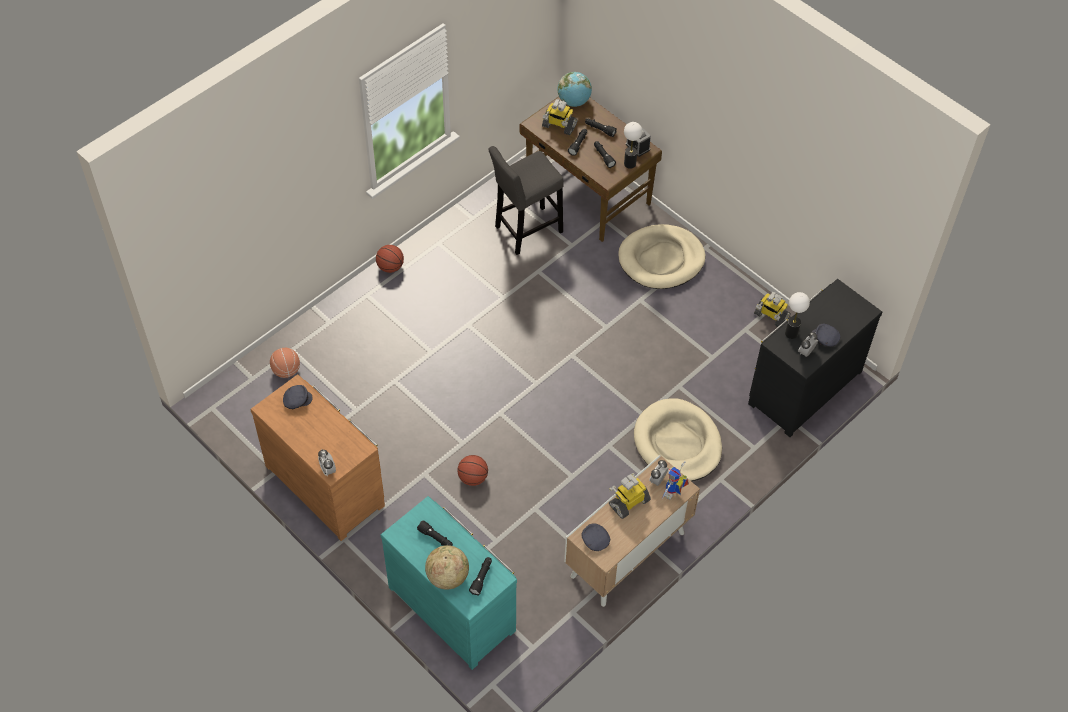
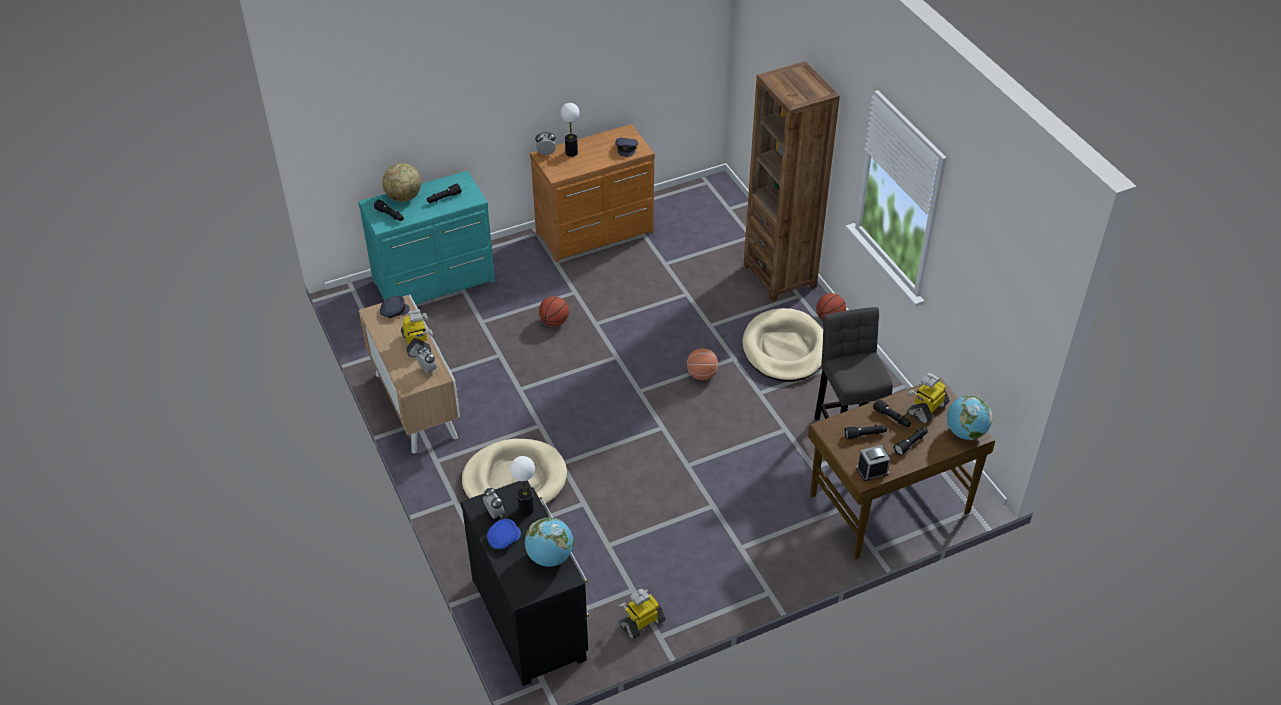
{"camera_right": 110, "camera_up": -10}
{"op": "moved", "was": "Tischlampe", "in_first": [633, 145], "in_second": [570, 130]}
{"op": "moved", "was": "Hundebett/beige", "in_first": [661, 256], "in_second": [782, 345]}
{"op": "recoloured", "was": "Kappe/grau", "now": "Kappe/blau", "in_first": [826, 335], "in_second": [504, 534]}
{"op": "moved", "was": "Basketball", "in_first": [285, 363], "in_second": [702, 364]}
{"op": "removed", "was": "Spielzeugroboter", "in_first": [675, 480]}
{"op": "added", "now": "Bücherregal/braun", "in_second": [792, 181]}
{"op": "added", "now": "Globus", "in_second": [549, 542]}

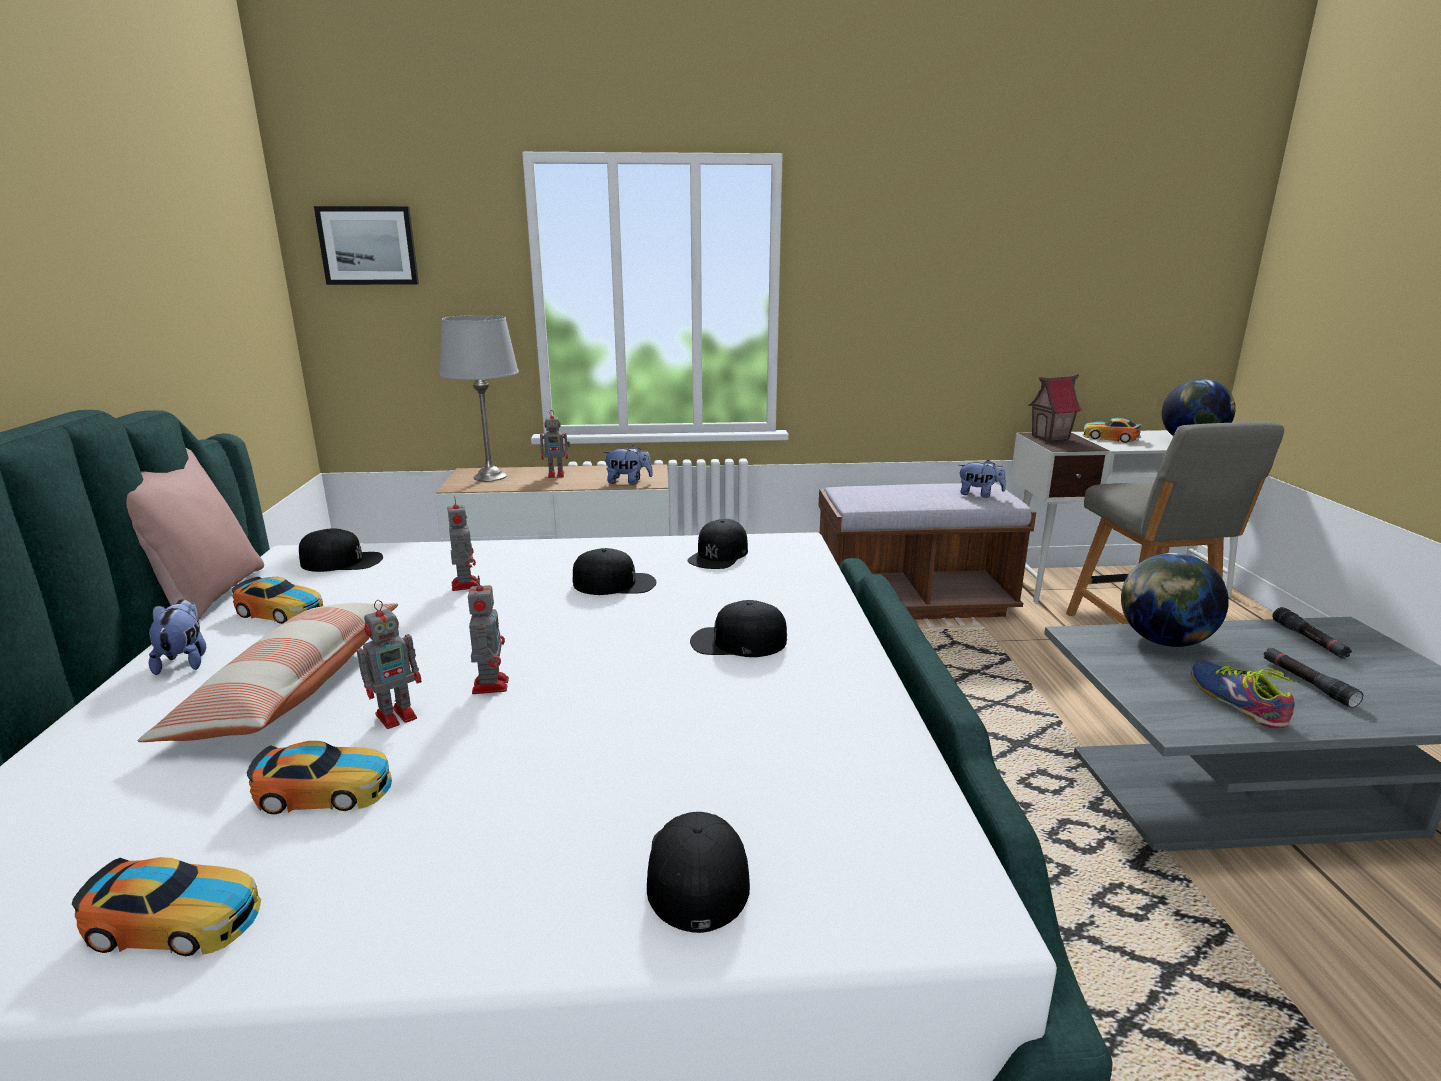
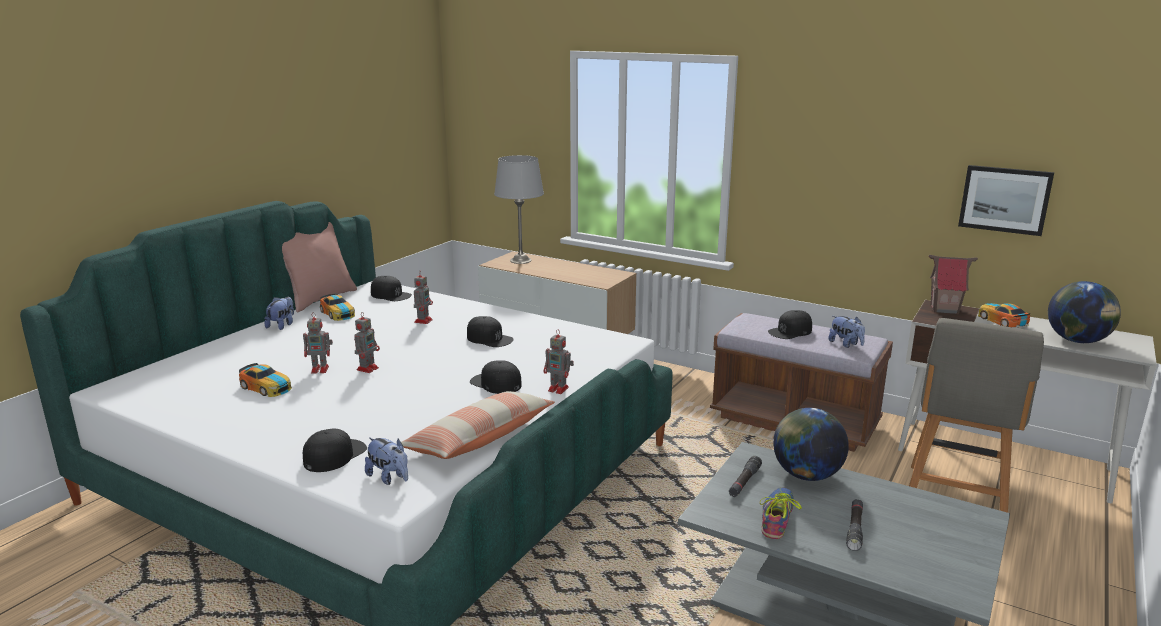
{"camera_right": 35, "camera_up": 0}
{"op": "moved", "was": "Bild", "in_first": [366, 245], "in_second": [1006, 200]}
{"op": "moved", "was": "Spielzeugroboter", "in_first": [555, 445], "in_second": [559, 361]}
{"op": "moved", "was": "Plüschtier", "in_first": [628, 465], "in_second": [386, 461]}
{"op": "moved", "was": "Kappe/schwarz", "in_first": [717, 544], "in_second": [790, 324]}
{"op": "moved", "was": "Kissen", "in_first": [268, 672], "in_second": [478, 425]}
{"op": "moved", "was": "Taschenlampe/schwarz", "in_first": [1312, 633], "in_second": [745, 476]}
{"op": "removed", "was": "Spielzeugauto", "in_first": [166, 906]}

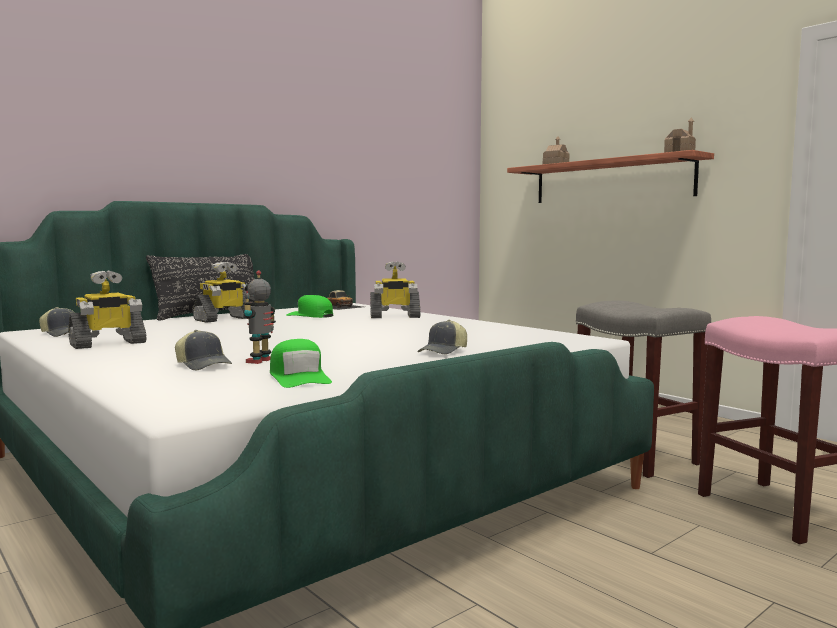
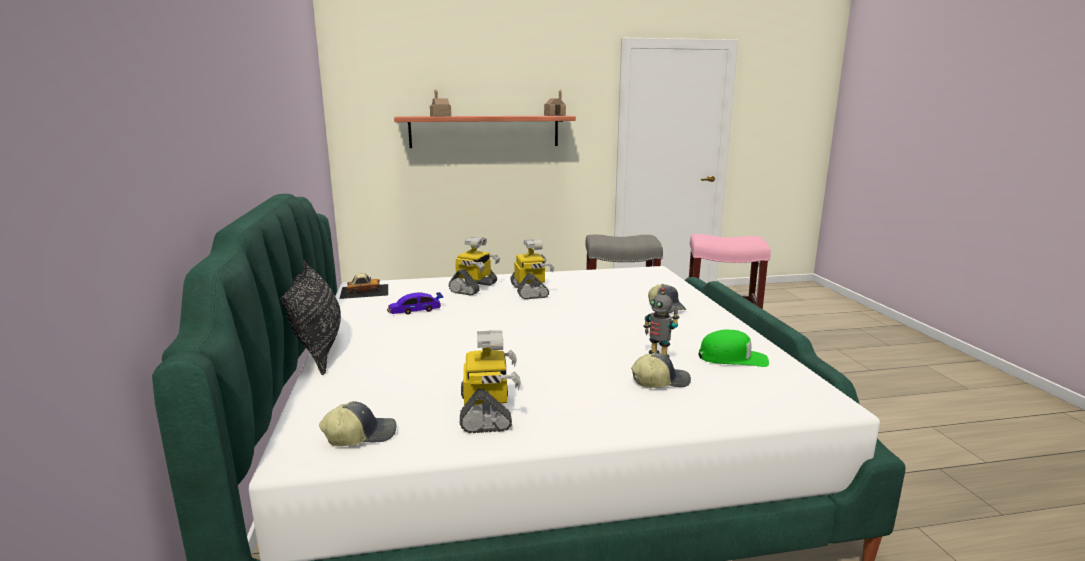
{"camera_right": -60, "camera_up": 10}
{"op": "moved", "was": "Spielzeugroboter", "in_first": [220, 292], "in_second": [532, 269]}
{"op": "replaced", "was": "Kappe/grün", "now": "Spielzeugauto", "in_first": [309, 306], "in_second": [415, 303]}

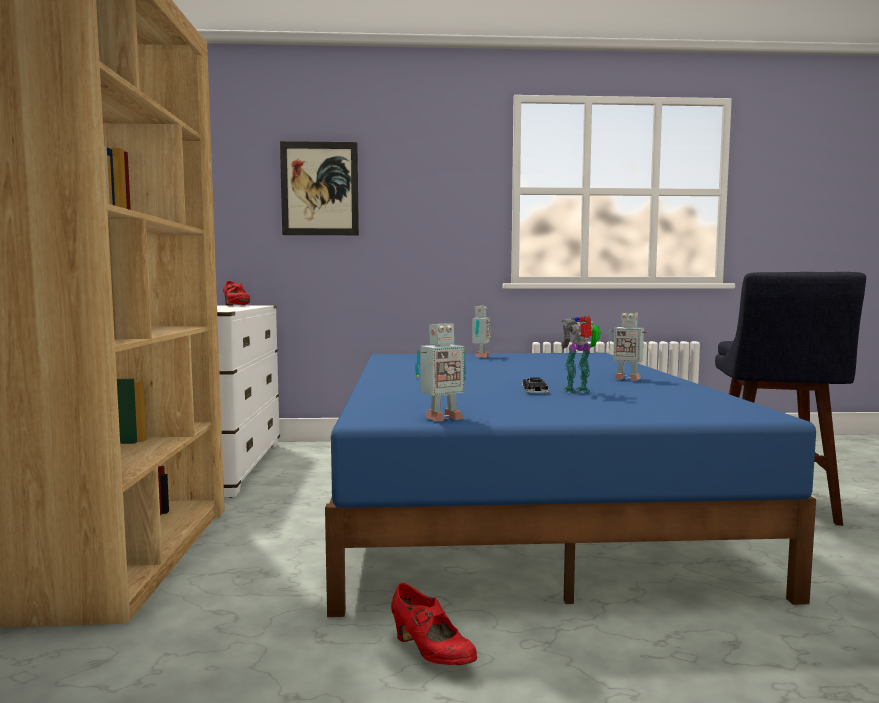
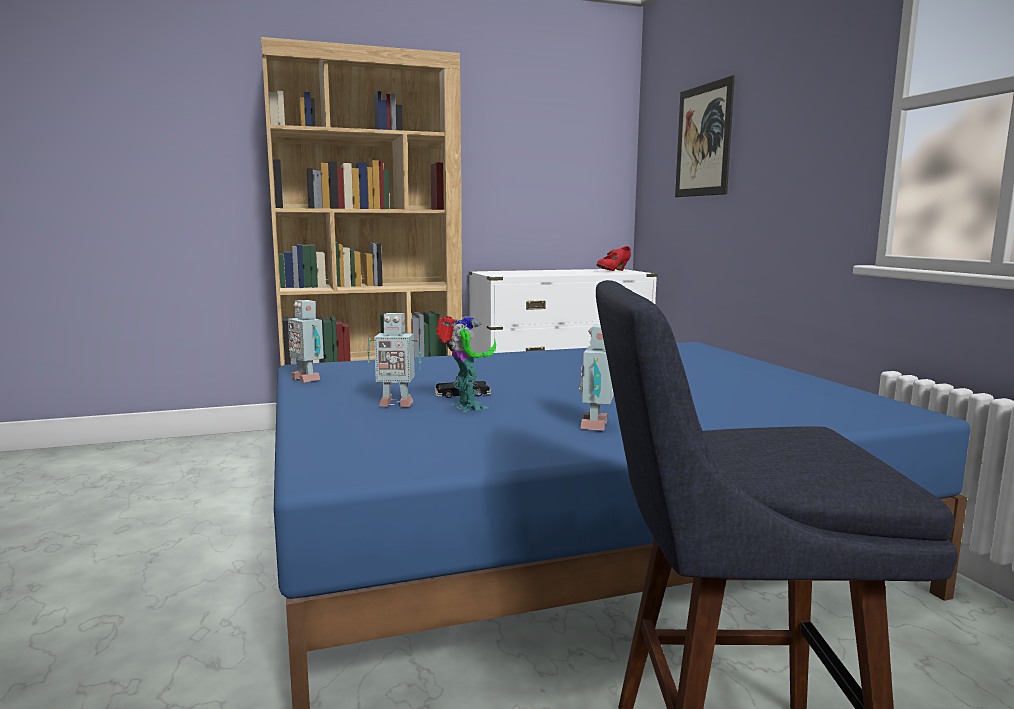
{"camera_right": 75, "camera_up": 5}
{"op": "moved", "was": "Spielzeugroboter", "in_first": [481, 332], "in_second": [394, 360]}
{"op": "removed", "was": "Schuh/rot", "in_first": [434, 624]}

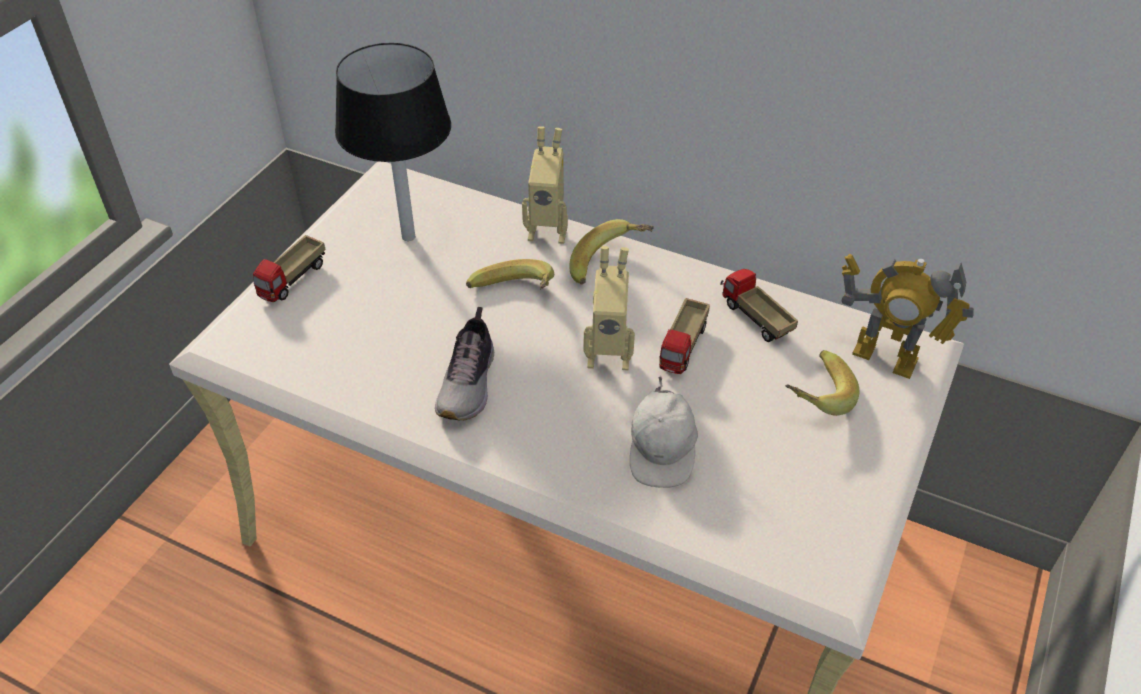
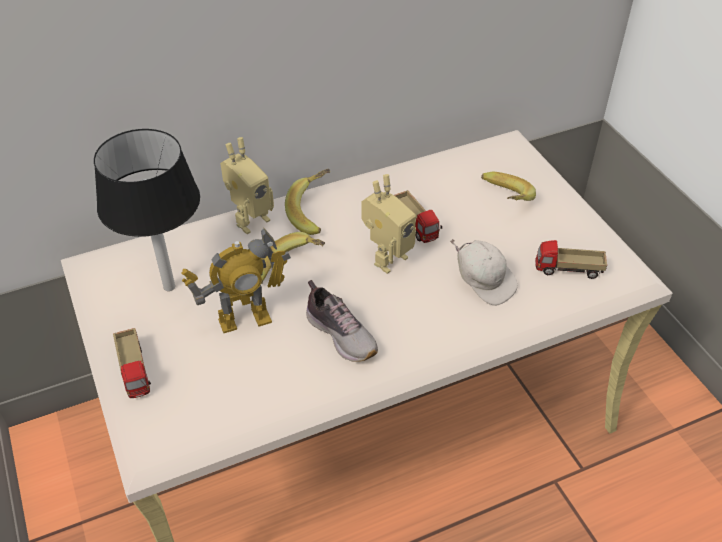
{"camera_right": -50, "camera_up": 0}
{"op": "moved", "was": "Spielzeugroboter", "in_first": [908, 316], "in_second": [236, 280]}
{"op": "moved", "was": "Spielzeuglaster", "in_first": [759, 305], "in_second": [571, 259]}

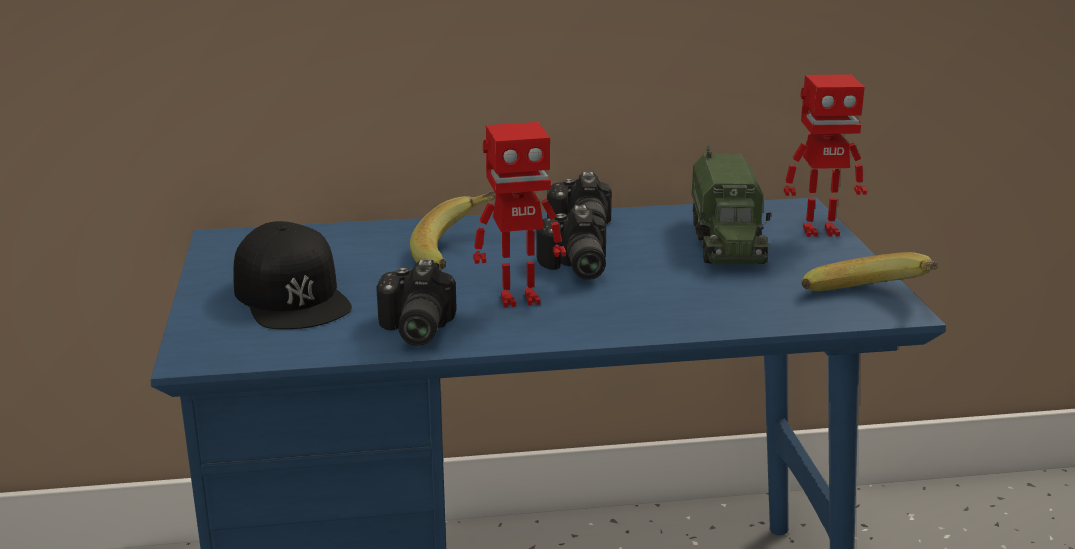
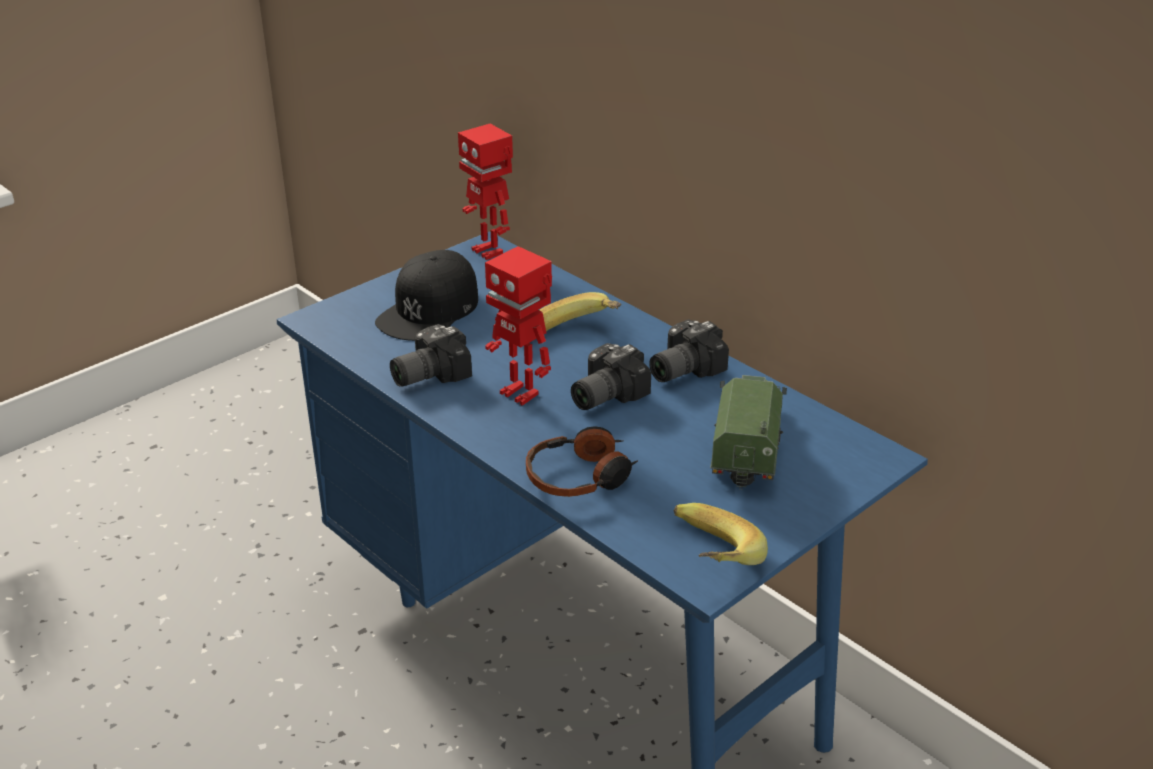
{"camera_right": 55, "camera_up": 10}
{"op": "moved", "was": "Spielzeugroboter", "in_first": [825, 155], "in_second": [485, 192]}
{"op": "turned", "was": "Spielzeuglaster", "in_first": [731, 205], "in_second": [748, 432], "clockwise": 135}
{"op": "added", "now": "Kopfhörer", "in_second": [582, 461]}

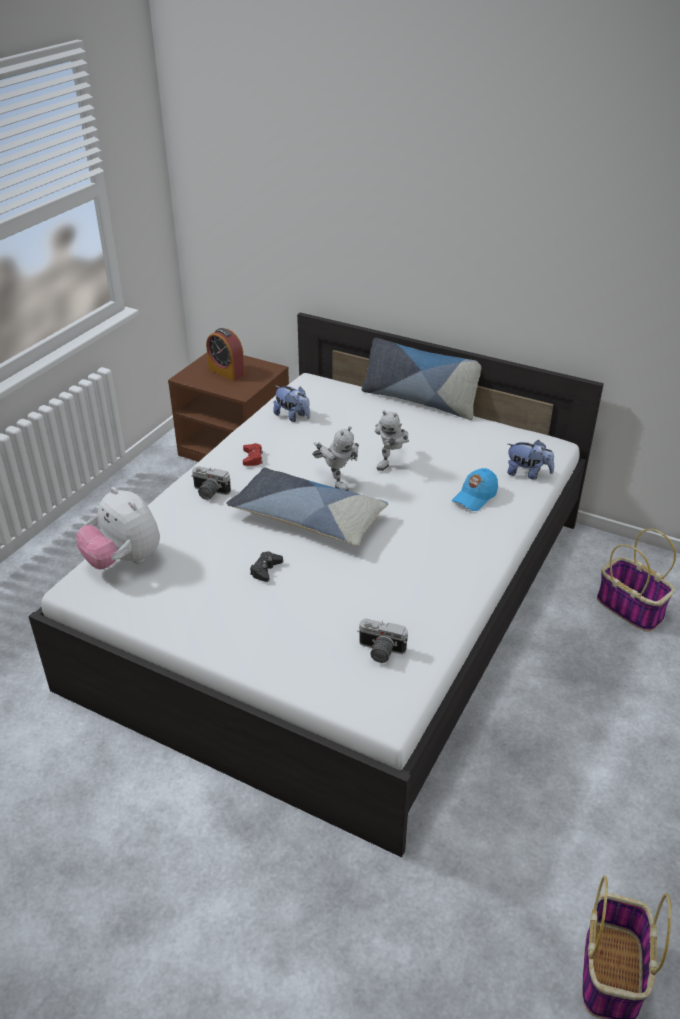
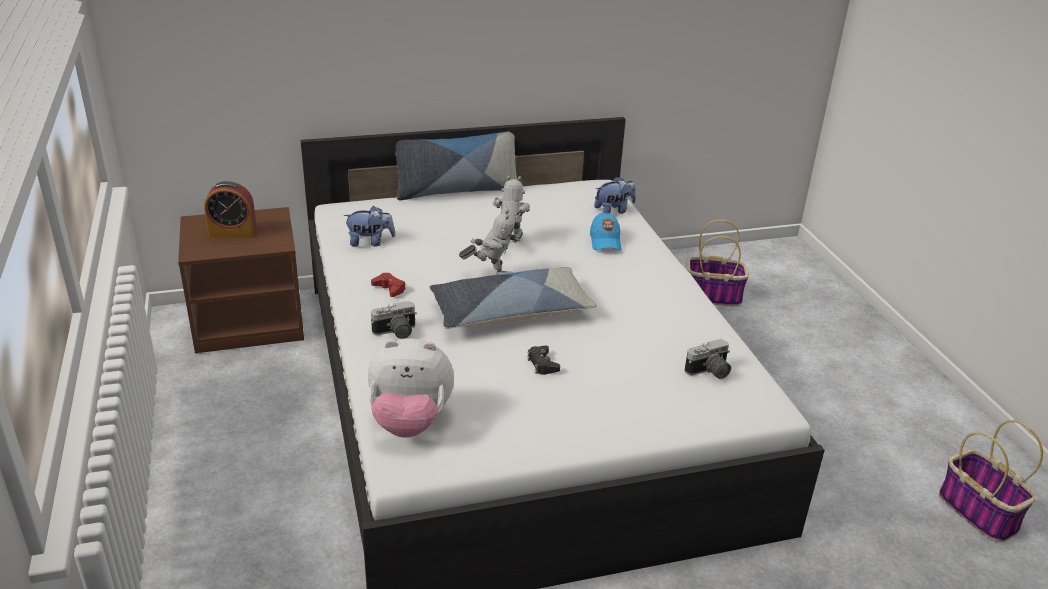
{"camera_right": -45, "camera_up": -5}
{"op": "turned", "was": "Spielzeugroboter", "in_first": [392, 441], "in_second": [511, 208], "clockwise": -150}

